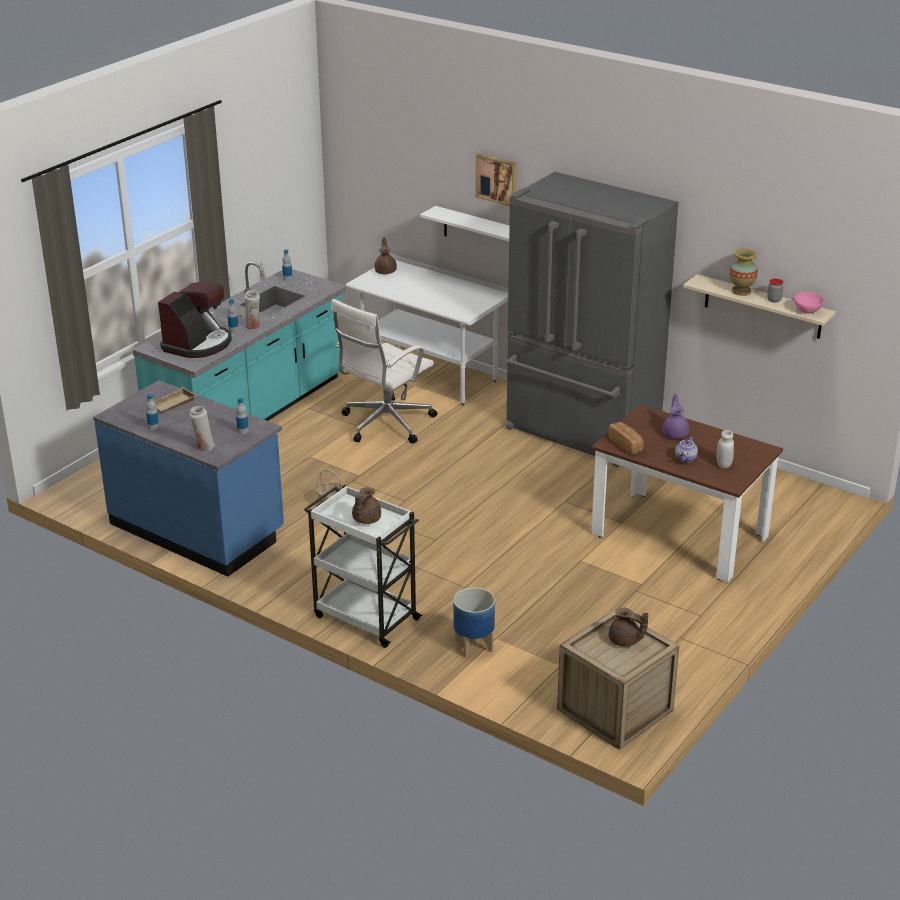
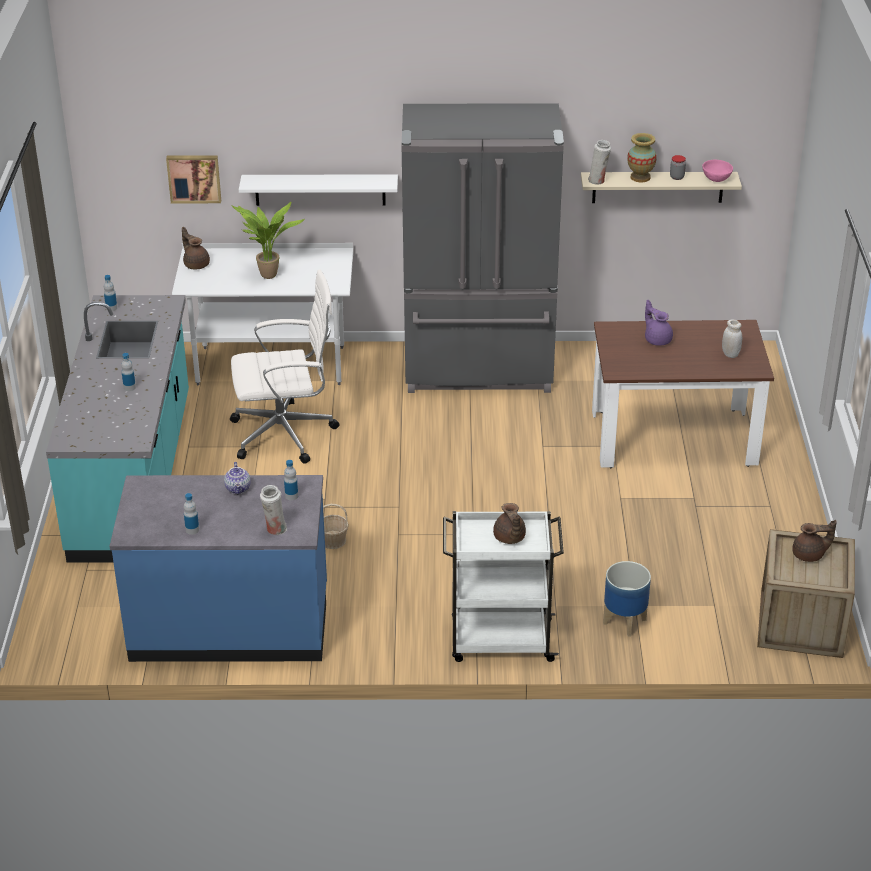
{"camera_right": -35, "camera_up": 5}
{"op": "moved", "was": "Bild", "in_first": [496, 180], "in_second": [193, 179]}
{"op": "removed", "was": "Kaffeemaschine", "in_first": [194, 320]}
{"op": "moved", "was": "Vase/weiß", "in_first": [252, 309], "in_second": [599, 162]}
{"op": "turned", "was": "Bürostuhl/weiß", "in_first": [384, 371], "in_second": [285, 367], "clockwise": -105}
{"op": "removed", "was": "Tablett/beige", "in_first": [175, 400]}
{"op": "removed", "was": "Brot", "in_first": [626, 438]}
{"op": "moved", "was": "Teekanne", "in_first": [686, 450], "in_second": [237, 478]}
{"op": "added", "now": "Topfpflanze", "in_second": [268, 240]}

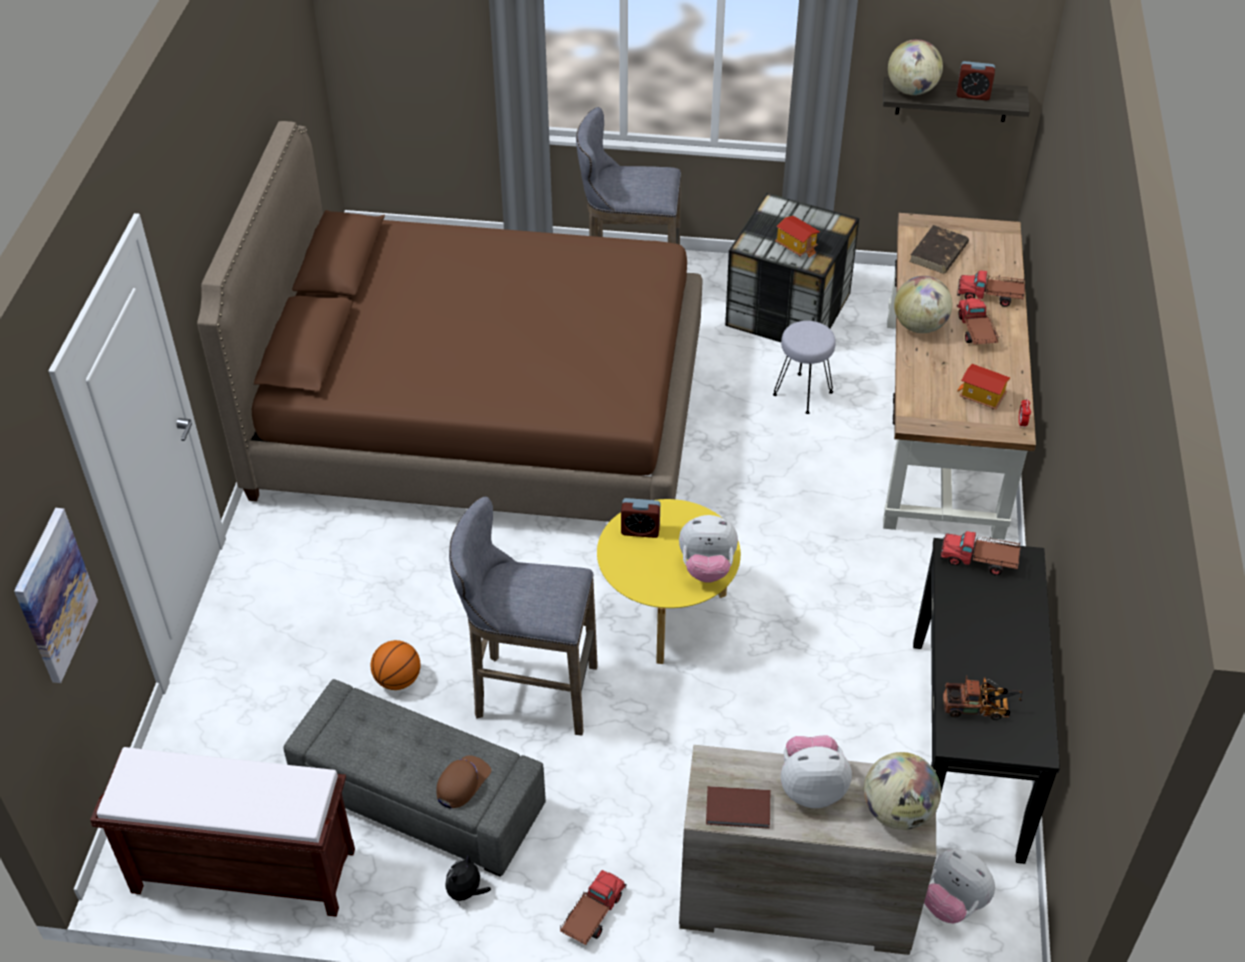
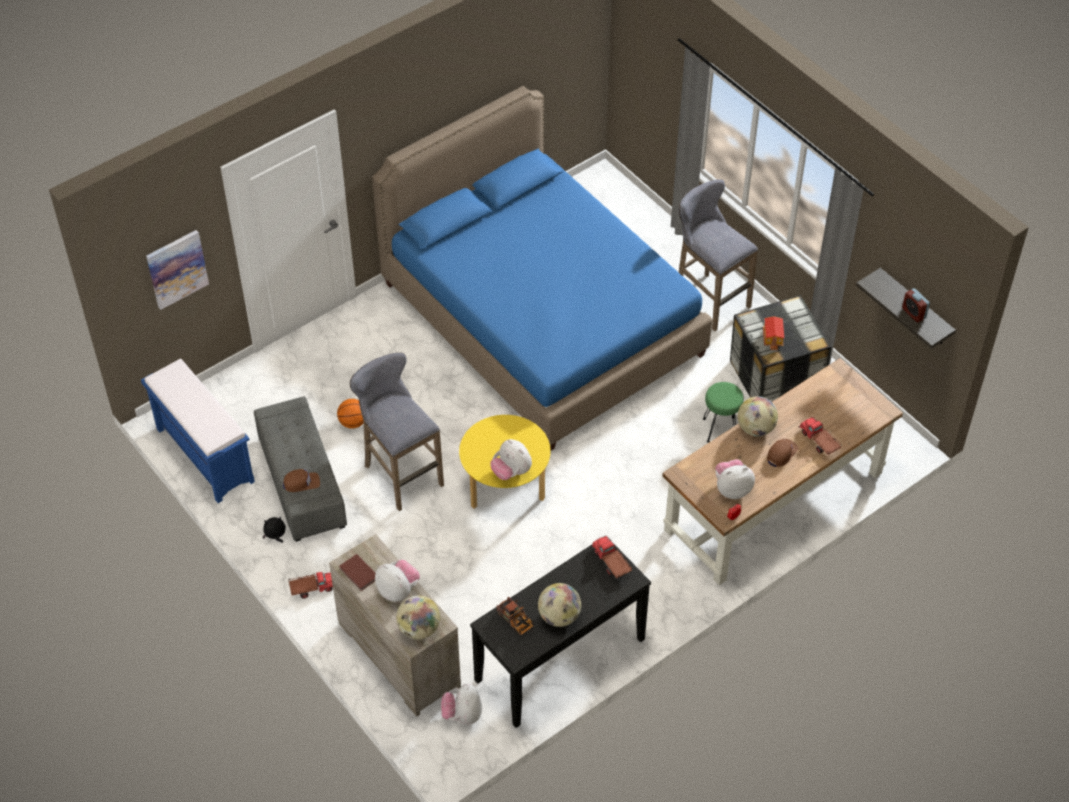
{"camera_right": 45, "camera_up": 5}
{"op": "moved", "was": "Globus", "in_first": [915, 67], "in_second": [559, 605]}
{"op": "recoloured", "was": "Bett/braun", "now": "Bett/blau", "in_first": [450, 321], "in_second": [542, 268]}
{"op": "removed", "was": "Buch/braun", "in_first": [939, 249]}
{"op": "replaced", "was": "Spielzeuglaster", "now": "Kappe/braun", "in_first": [978, 321], "in_second": [783, 453]}
{"op": "recoloured", "was": "Hocker/grau", "now": "Hocker/grün", "in_first": [804, 367], "in_second": [723, 412]}
{"op": "replaced", "was": "Spielzeughaus", "now": "Plüschtier", "in_first": [983, 387], "in_second": [735, 479]}
{"op": "removed", "was": "Wecker", "in_first": [640, 518]}
{"op": "recoloured", "was": "Bank/braun", "now": "Bank/blau", "in_first": [222, 832], "in_second": [198, 431]}

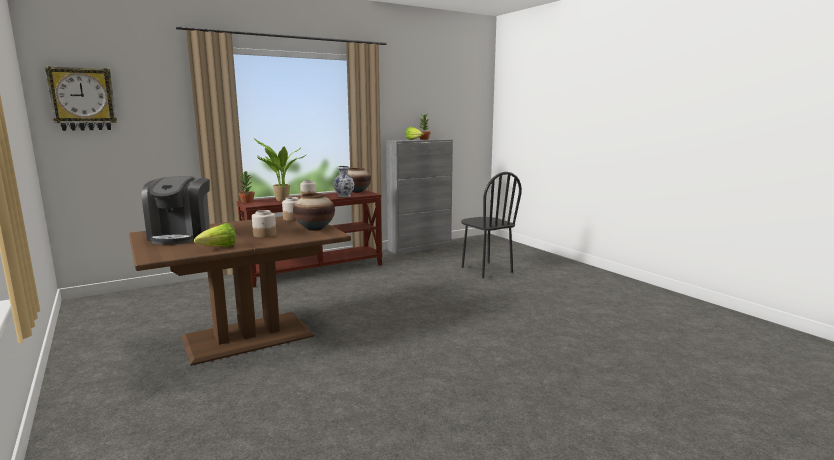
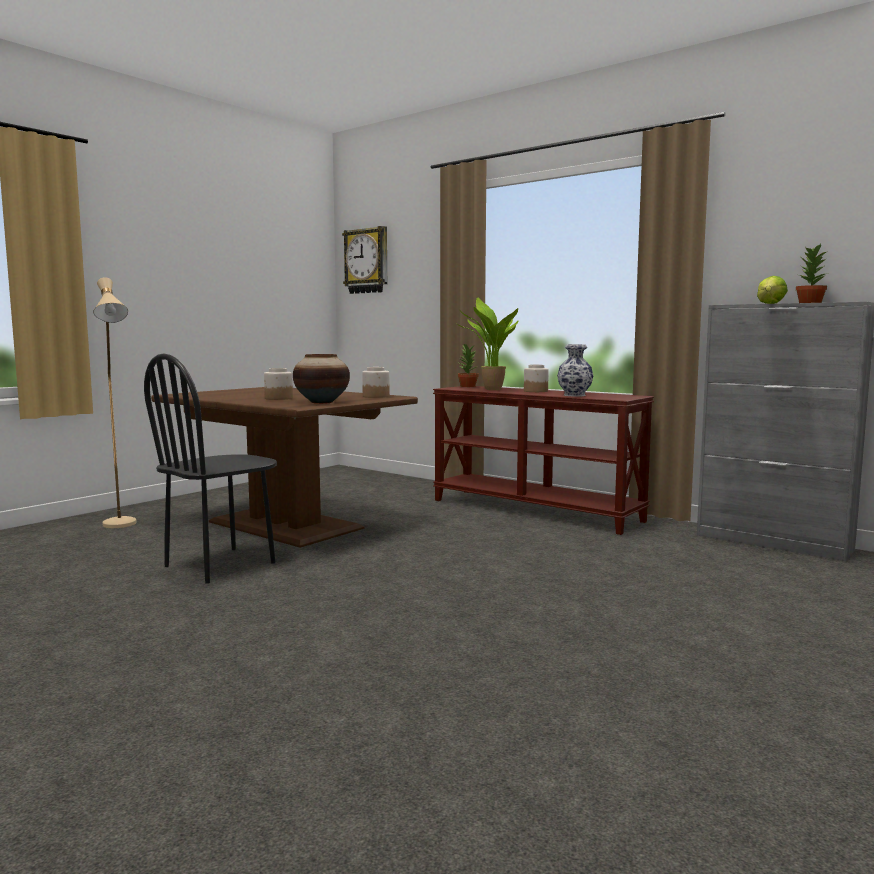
{"camera_right": 70, "camera_up": -5}
{"op": "removed", "was": "Vase", "in_first": [359, 180]}
{"op": "moved", "was": "Stuhl/schwarz", "in_first": [491, 225], "in_second": [210, 468]}
{"op": "removed", "was": "Kaffeemaschine", "in_first": [176, 210]}
{"op": "removed", "was": "Salatkopf", "in_first": [215, 235]}
{"op": "added", "now": "Stehlampe/beige", "in_second": [115, 402]}

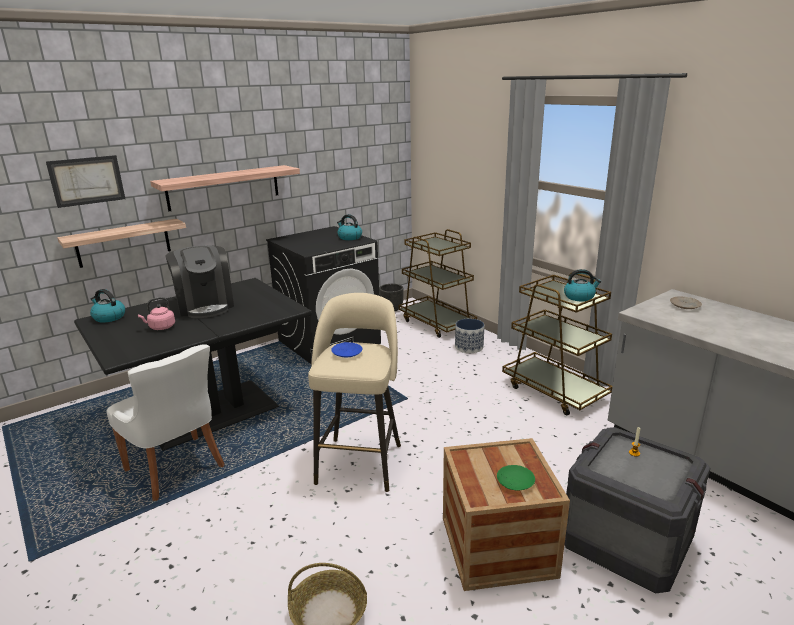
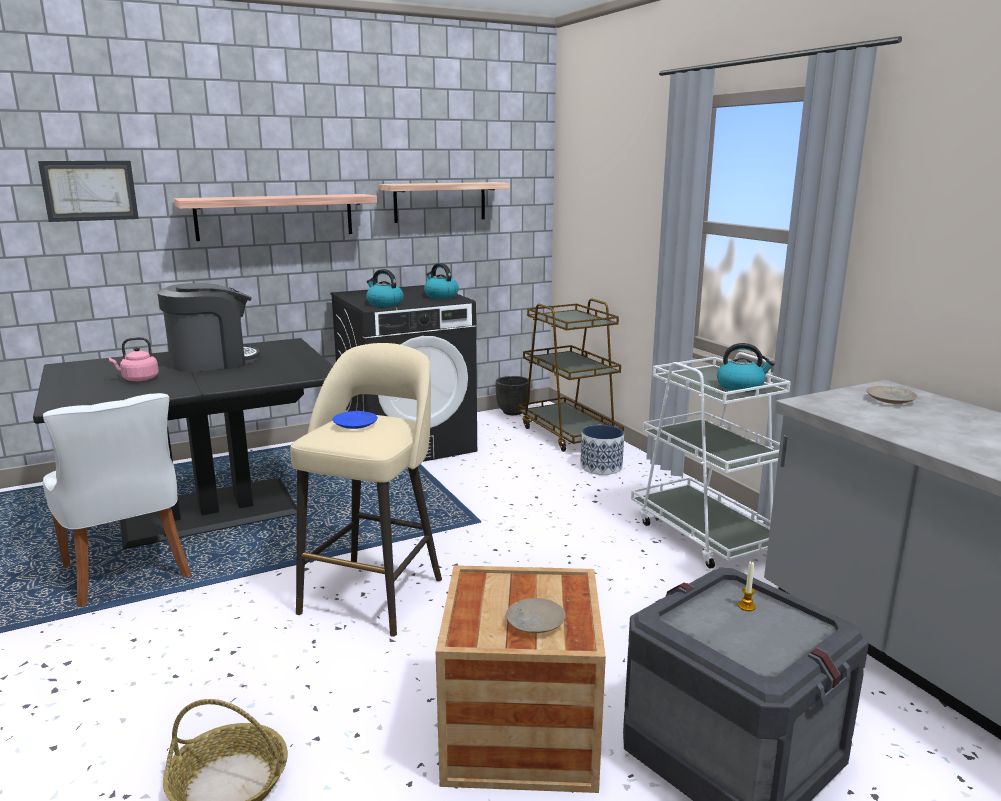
{"camera_right": 10, "camera_up": -5}
{"op": "moved", "was": "Wandregal", "in_first": [121, 243], "in_second": [444, 202]}
{"op": "turned", "was": "Kaffeemaschine", "in_first": [200, 281], "in_second": [208, 327], "clockwise": -105}
{"op": "recoloured", "was": "Rollwagen/braun", "now": "Rollwagen/weiß", "in_first": [557, 344], "in_second": [711, 460]}
{"op": "moved", "was": "Wasserkessel", "in_first": [107, 306], "in_second": [384, 288]}
{"op": "recoloured", "was": "Teller/grün", "now": "Teller/beige", "in_first": [516, 478], "in_second": [536, 615]}

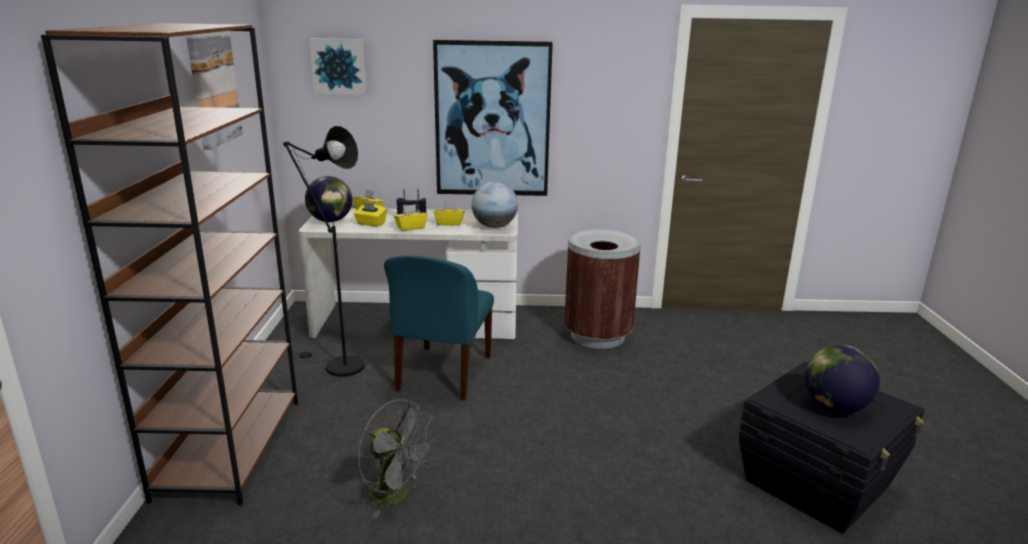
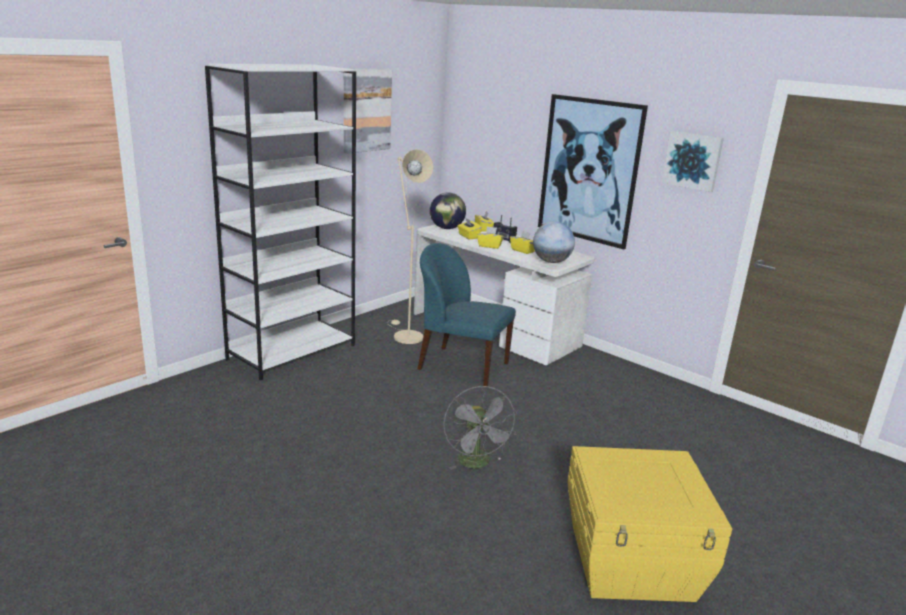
{"camera_right": 40, "camera_up": 0}
{"op": "recoloured", "was": "Bücherregal/braun", "now": "Bücherregal/weiß", "in_first": [169, 264], "in_second": [280, 222]}
{"op": "moved", "was": "Bild", "in_first": [338, 66], "in_second": [693, 161]}
{"op": "recoloured", "was": "Stehlampe/schwarz", "now": "Stehlampe/beige", "in_first": [324, 251], "in_second": [410, 246]}
{"op": "removed", "was": "Mülleimer/braun", "in_first": [602, 288]}
{"op": "turned", "was": "Stuhl/blau", "in_first": [439, 328], "in_second": [467, 315], "clockwise": 60}
{"op": "removed", "was": "Globus", "in_first": [842, 379]}
{"op": "recoloured", "was": "Aufbewahrungsbox/schwarz", "now": "Aufbewahrungsbox/gelb", "in_first": [831, 448], "in_second": [650, 524]}
{"op": "moved", "was": "Ventilator/grau", "in_first": [398, 458], "in_second": [480, 428]}

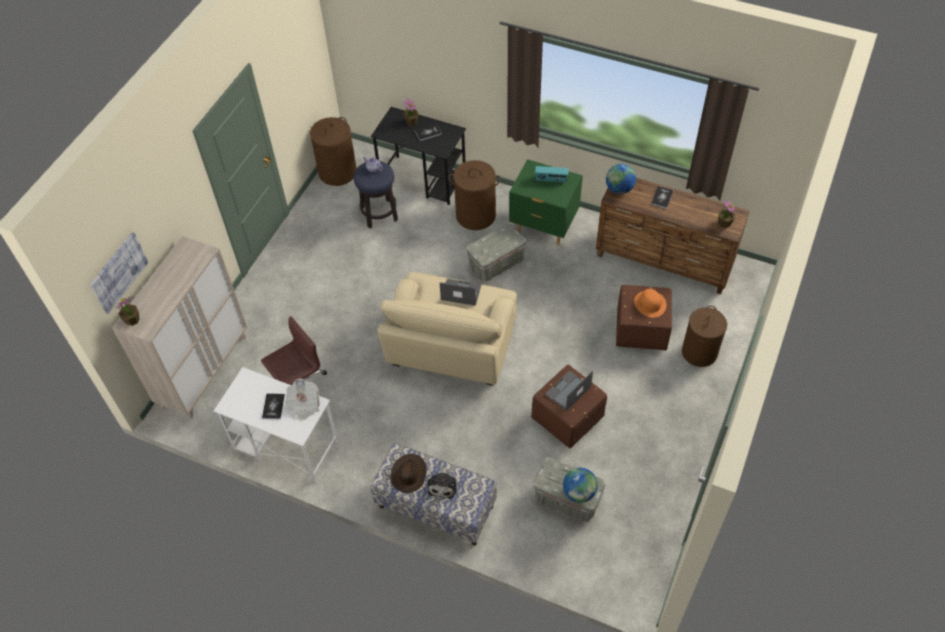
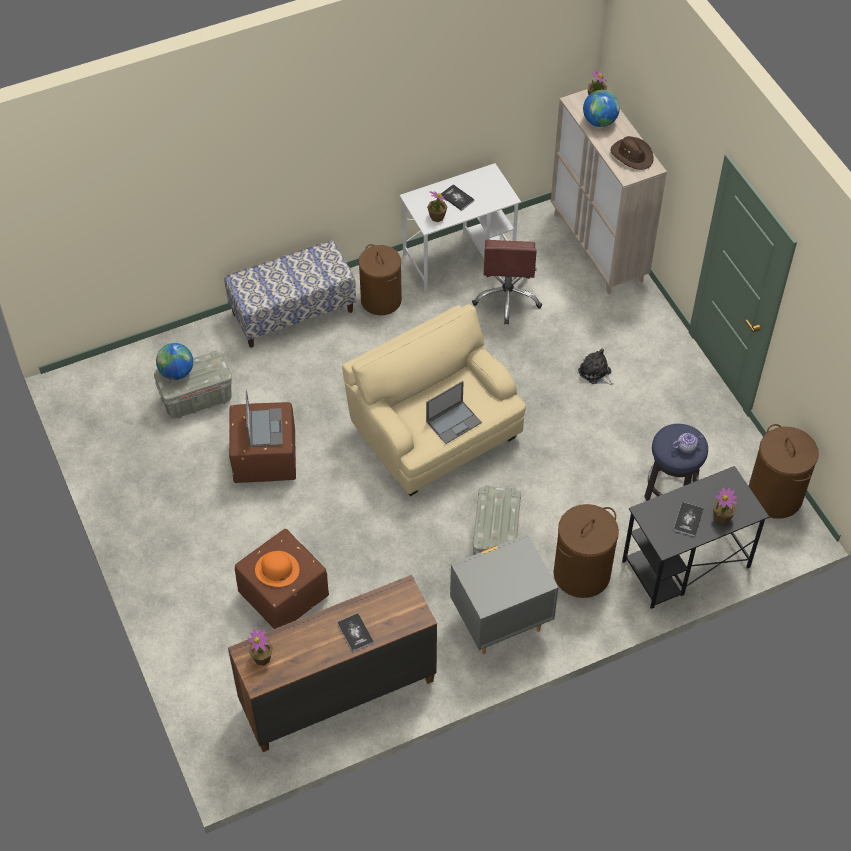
{"camera_right": 130, "camera_up": 0}
{"op": "recoloured", "was": "Nachttisch/grün", "now": "Nachttisch/grau", "in_first": [546, 202], "in_second": [504, 594]}
{"op": "moved", "was": "Globus", "in_first": [621, 179], "in_second": [601, 108]}
{"op": "removed", "was": "Radio", "in_first": [552, 174]}
{"op": "removed", "was": "Bild", "in_first": [119, 273]}
{"op": "moved", "was": "Wäschekorb/braun", "in_first": [704, 336], "in_second": [380, 279]}
{"op": "replaced", "was": "Zeitung", "now": "Topfpflanze", "in_first": [302, 399], "in_second": [437, 206]}
{"op": "moved", "was": "Hut/braun", "in_first": [408, 473], "in_second": [632, 153]}
{"op": "moved", "was": "Plüschtier", "in_first": [442, 482], "in_second": [595, 366]}

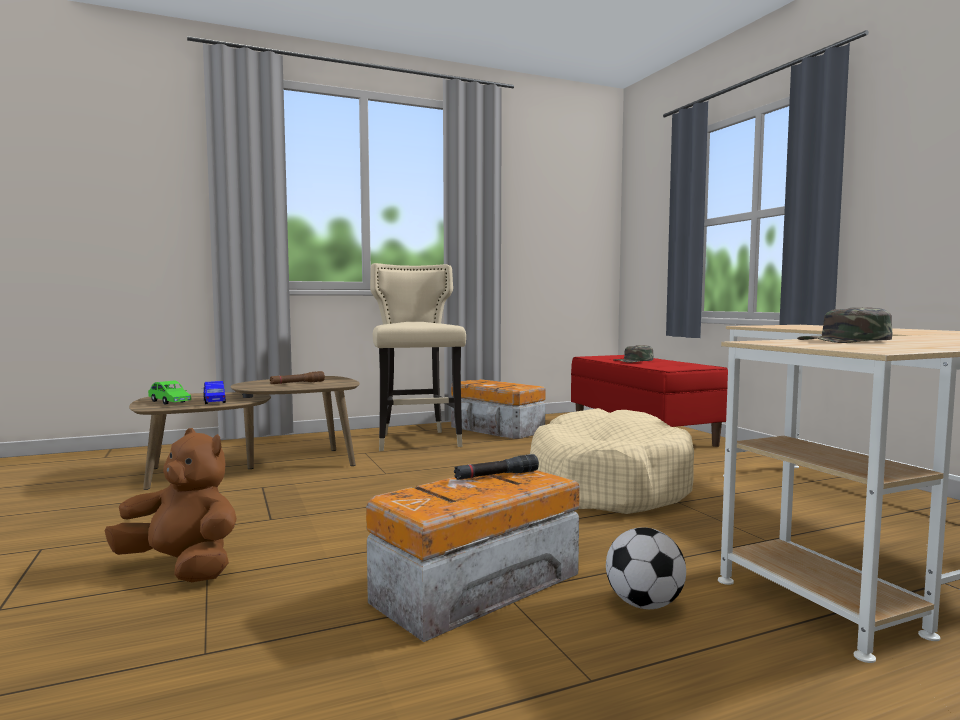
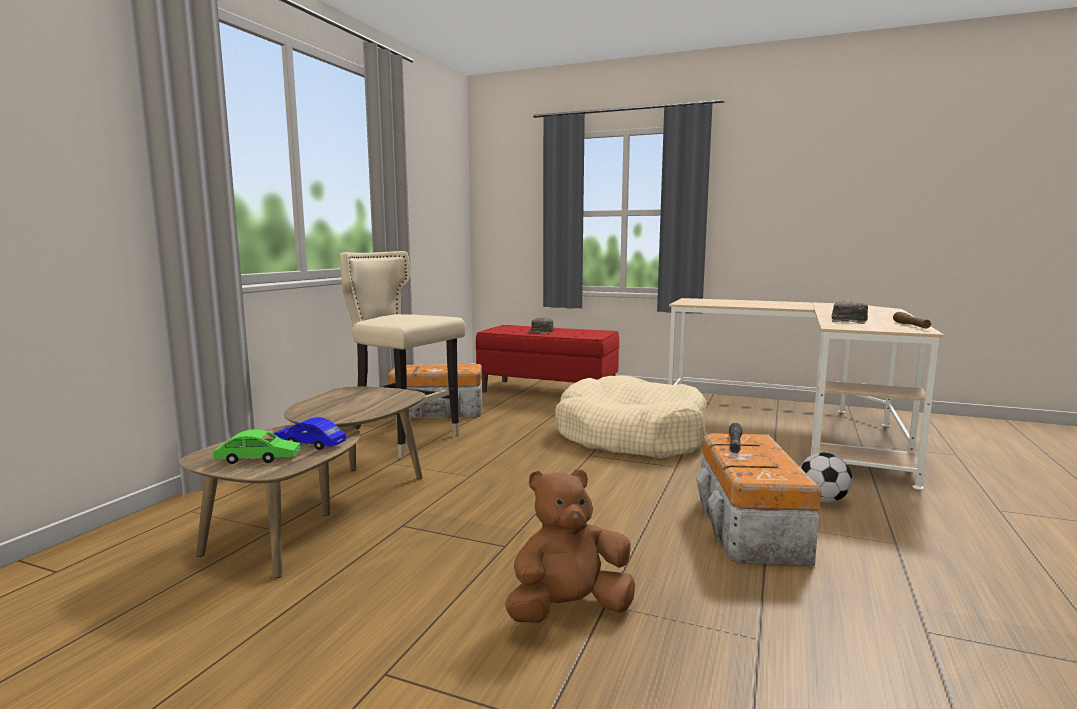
{"camera_right": -45, "camera_up": 5}
{"op": "moved", "was": "Taschenlampe/braun", "in_first": [297, 377], "in_second": [912, 320]}

